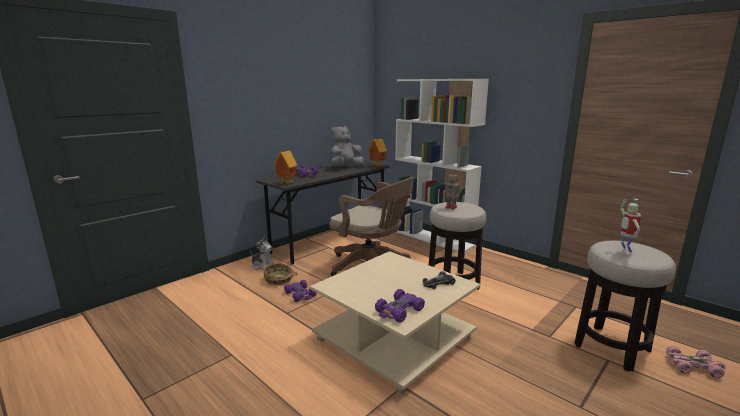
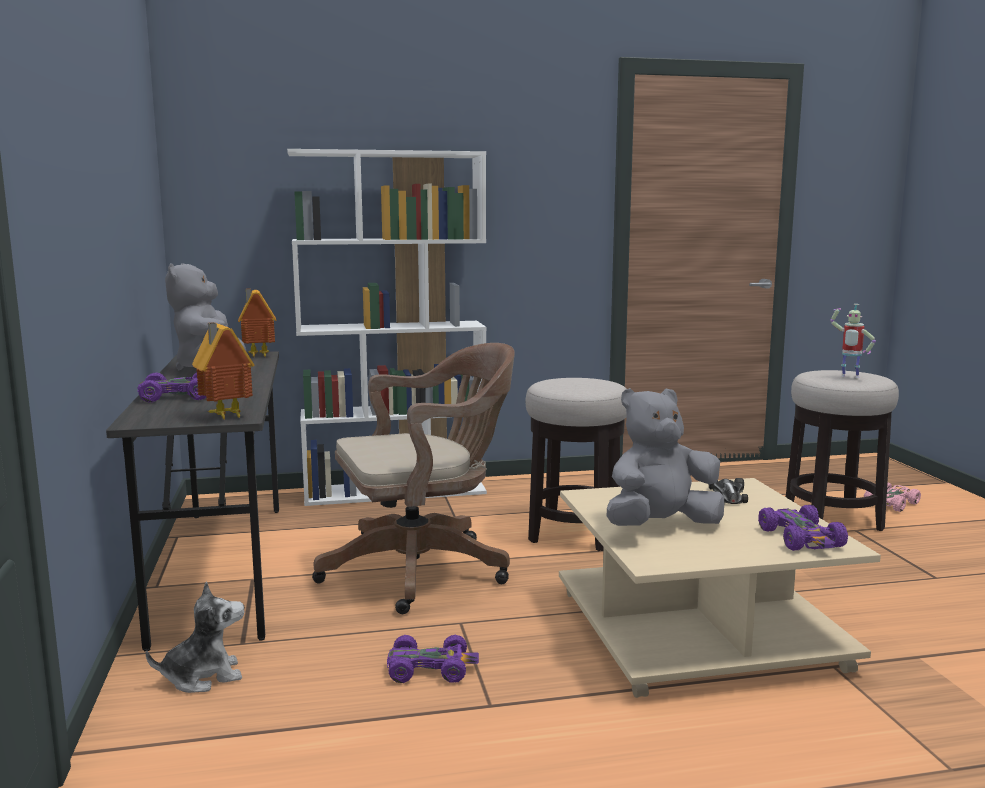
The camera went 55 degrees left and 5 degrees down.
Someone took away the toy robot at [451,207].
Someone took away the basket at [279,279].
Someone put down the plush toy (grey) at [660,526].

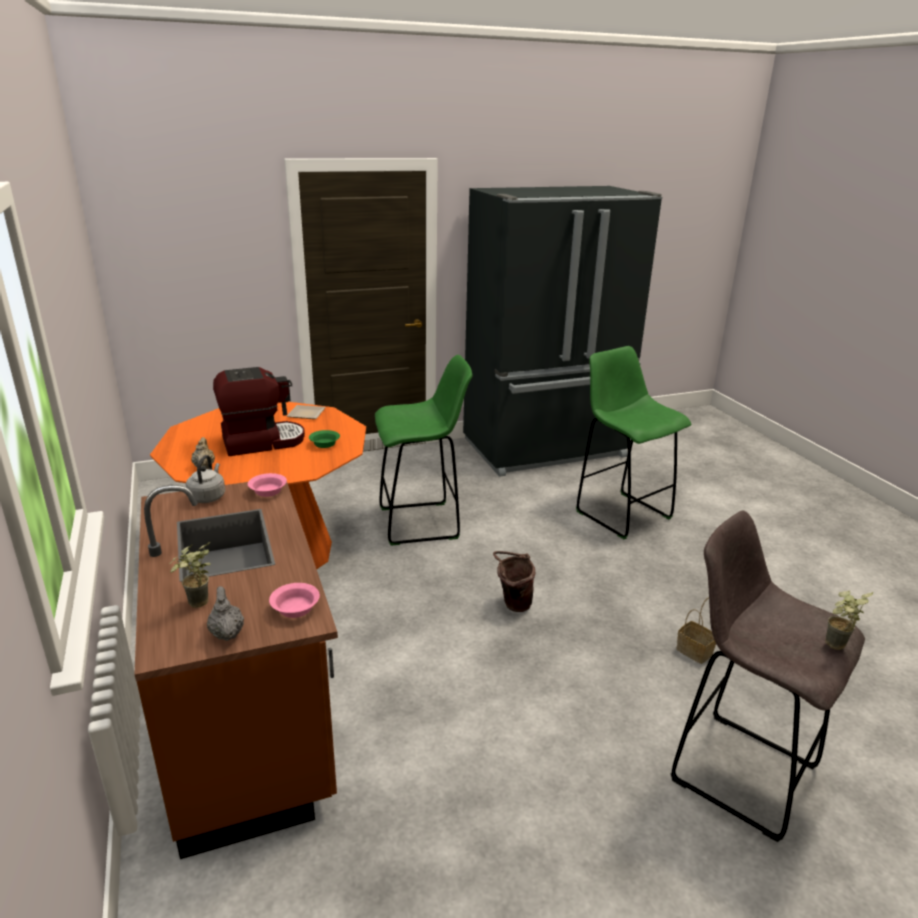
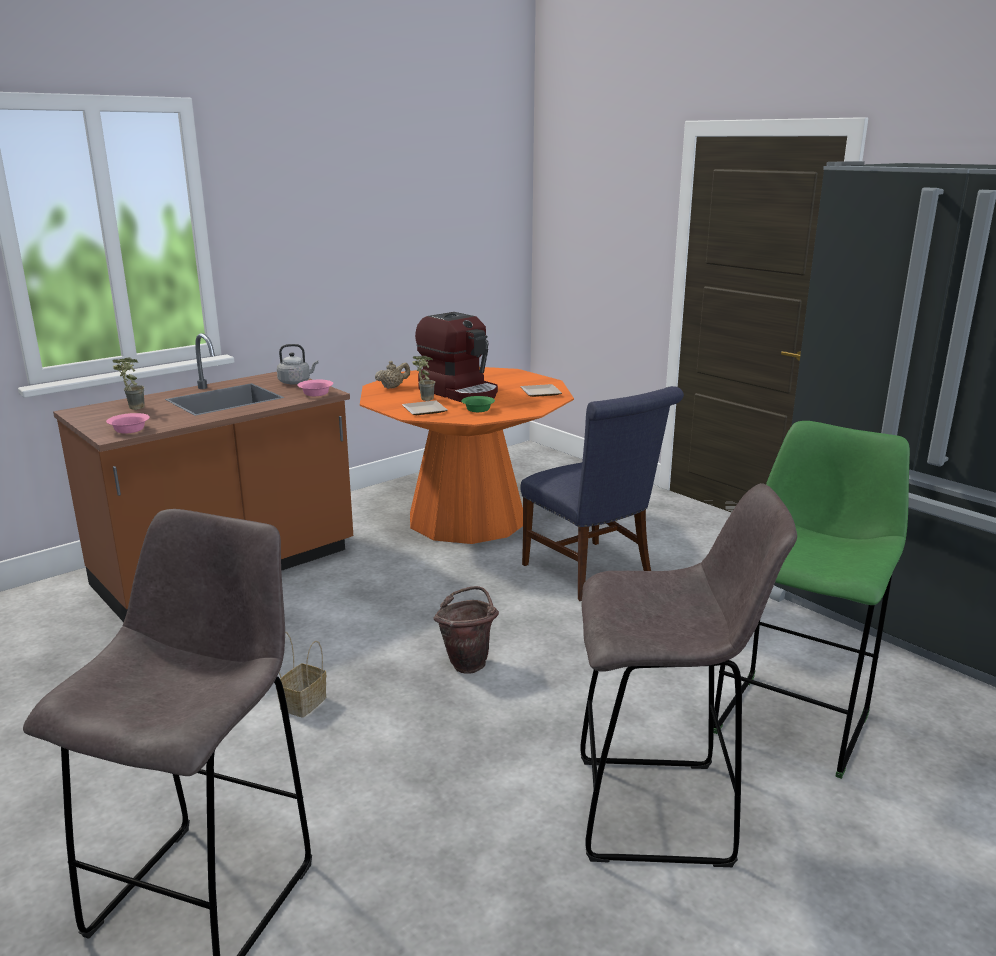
The camera went 70 degrees right and 5 degrees down.
Someone swapped the stool (green) at [422,523] for the chair (blue) at [592,573].
Someone took away the teapot (grey) at [227,633].
Someone carried the potted plant from [835,648] to [423,399].
Someone carried the basket from [695,651] to [303,704].
Someone put down the plate at [425,410].
Someone put down the stool (grey) at [659,810].

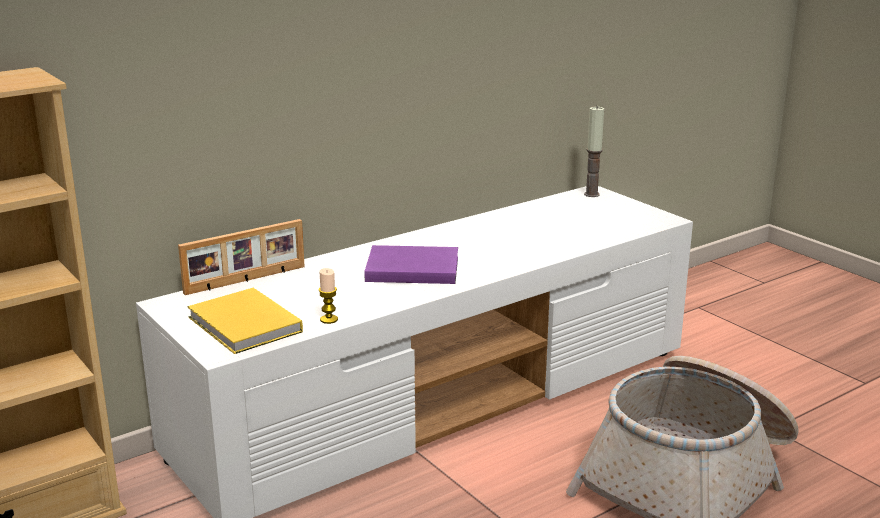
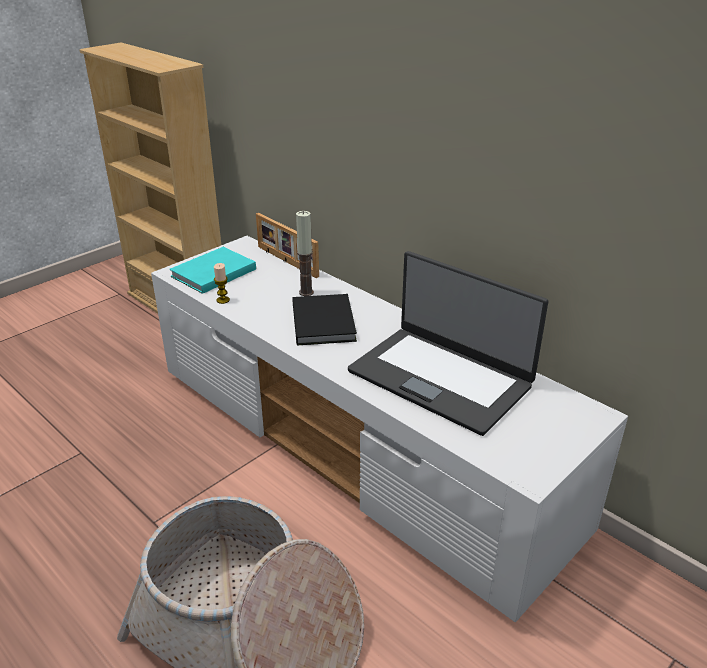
The camera went 80 degrees right and 10 degrees up.
Someone carried the candle from [591,194] to [306,292].
Someone repainted the book (purple) at [410,268], which became the book (black) at [324,321].
Someone repainted the book (yellow) at [244,326], which became the book (turquoise) at [211,273].
Someone put down the laptop at [441,377].

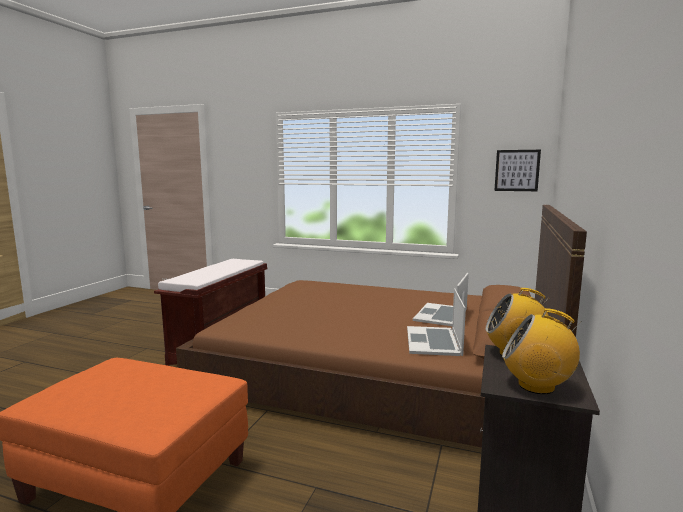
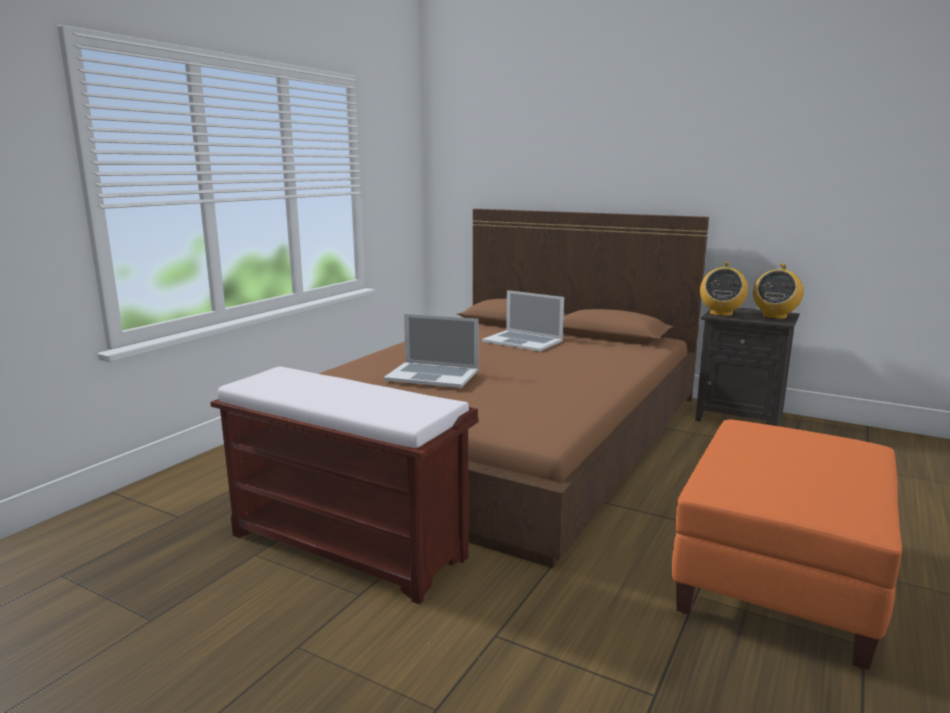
The camera went 80 degrees left and 5 degrees up.
Someone took away the picture at [517,170].
Someone carried the laptop from [433,341] to [432,375].

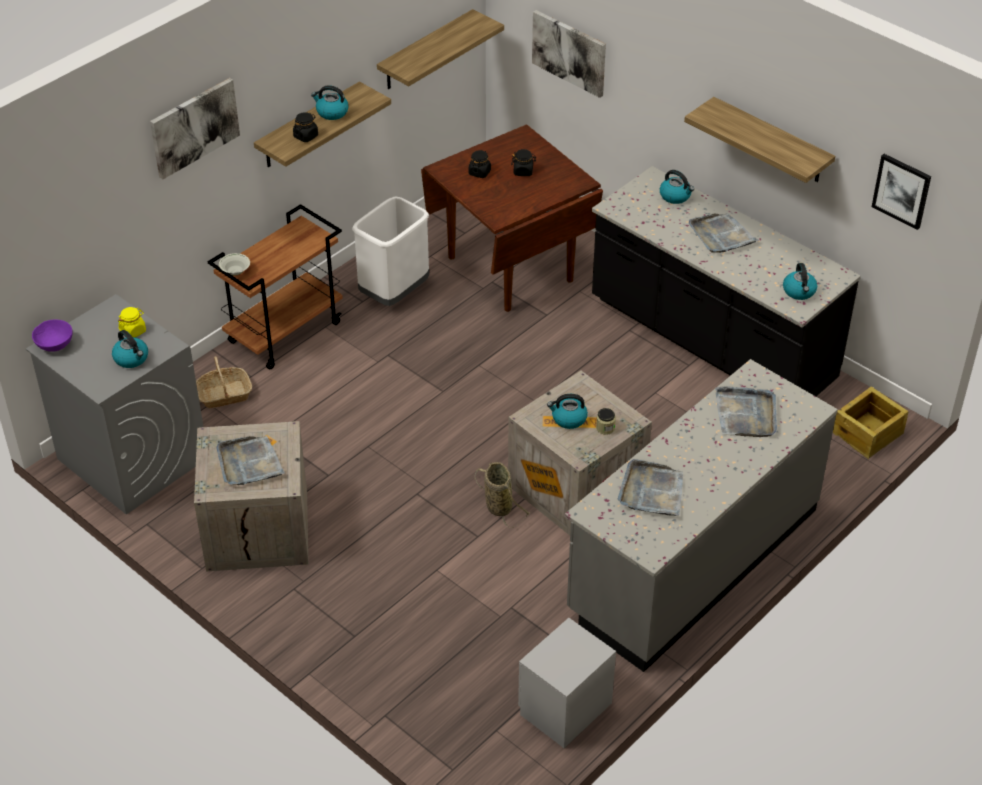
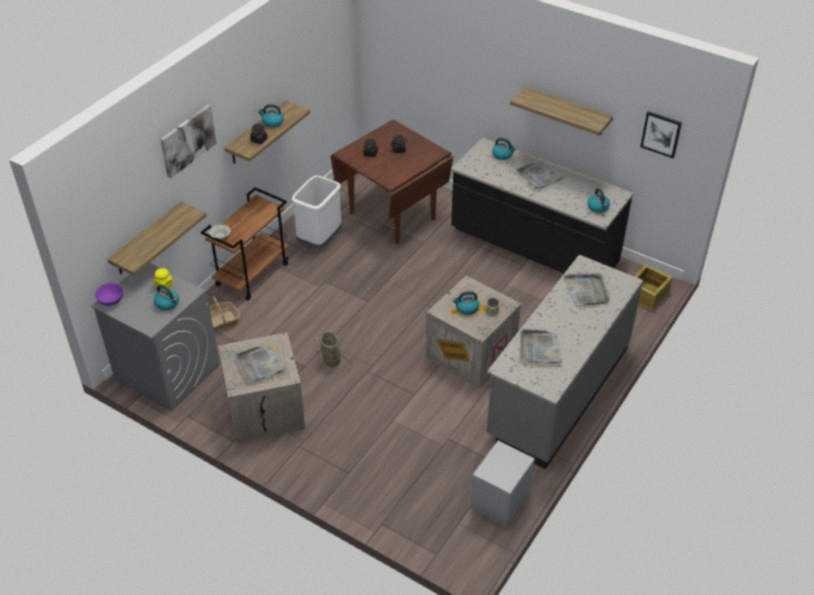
The camera went 10 degrees left and 0 degrees up.
Someone carried the shelf from [426,51] to [147,239].
Someone took away the picture at [569,52].
Someone carried the basket from [497,505] to [330,360].

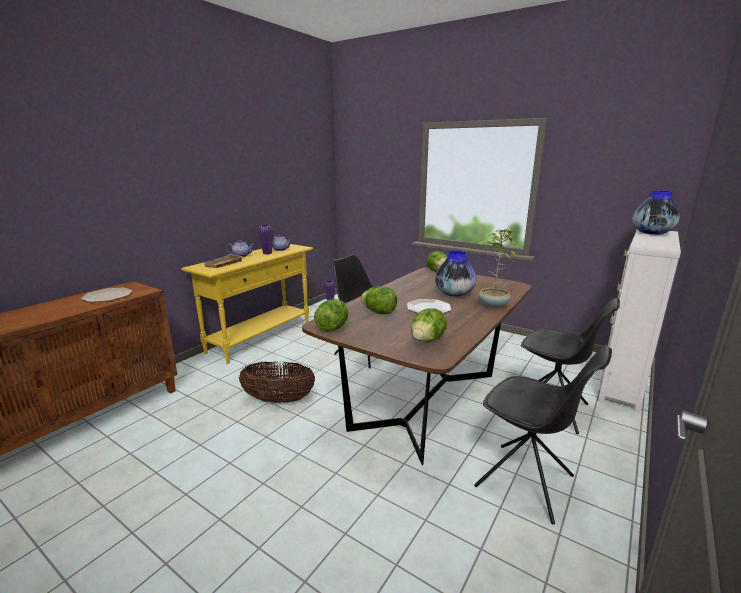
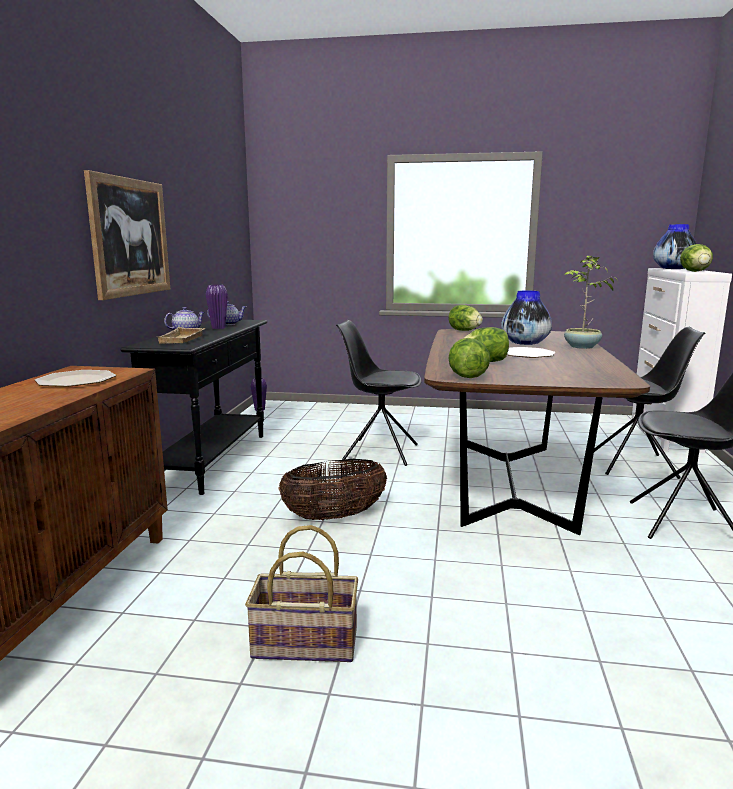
The camera went 25 degrees left and 5 degrees down.
Someone repainted the console table (yellow) at [261,338], which became the console table (black) at [212,460].
Someone carried the lettuce from [427,340] to [695,271].
Someone put up the picture at [130,237].
Someone put down the basket at [304,644].

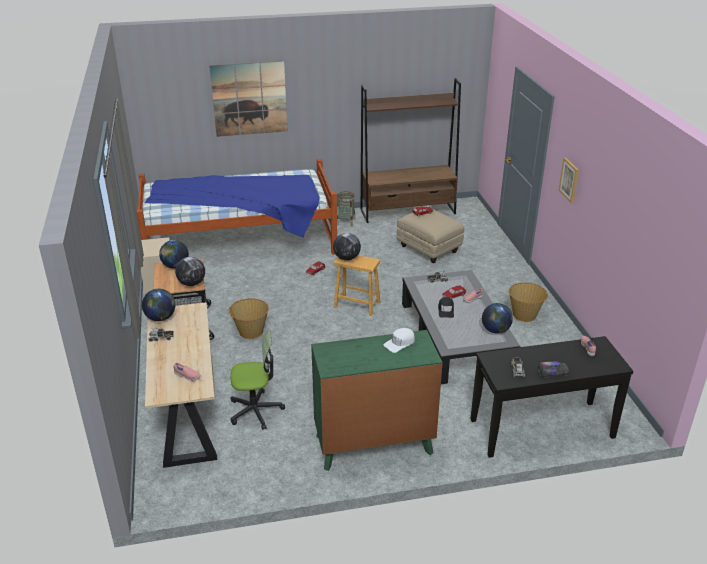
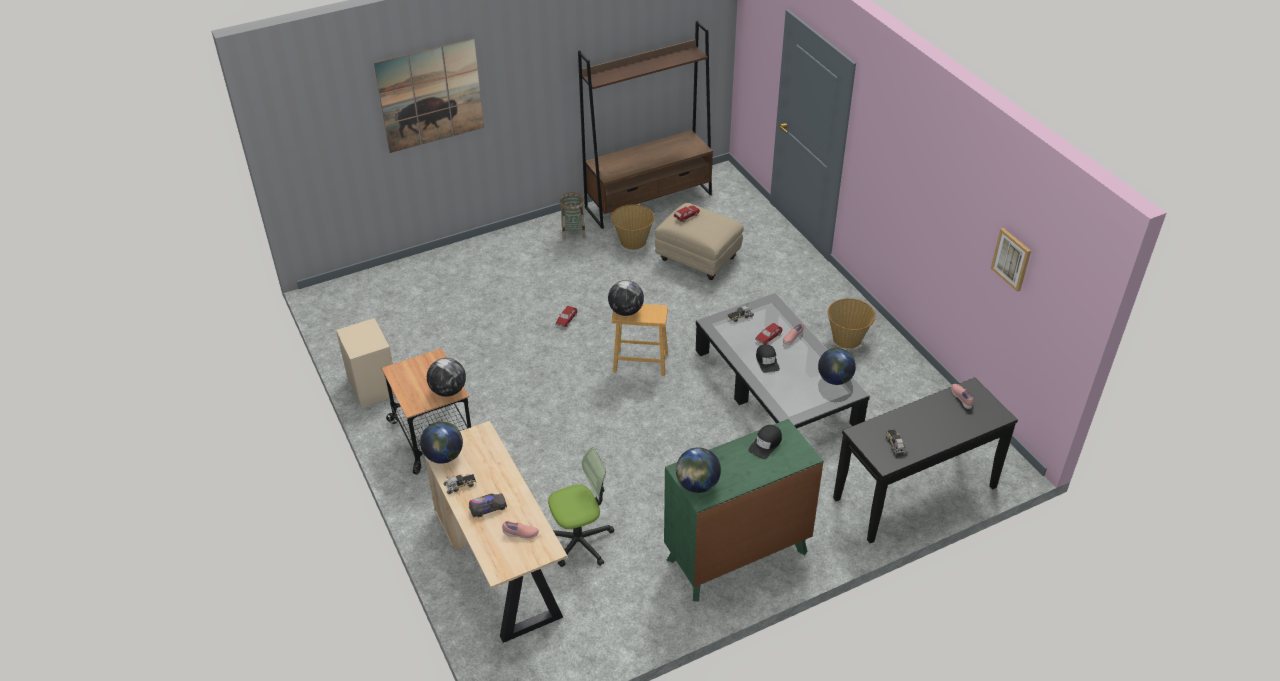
The camera went 15 degrees left and 10 degrees up.
Someone carried the picture from [569,180] to [1011,259].
Someone took away the bed at [240,243].
Someone carried the globe from [175,266] to [697,484].
Someone carried the basket from [250,332] to [632,241].
Someone repainted the cap (white) at [400,343], which became the cap (black) at [766,444].
Someone carried the toy truck from [552,373] to [488,508].

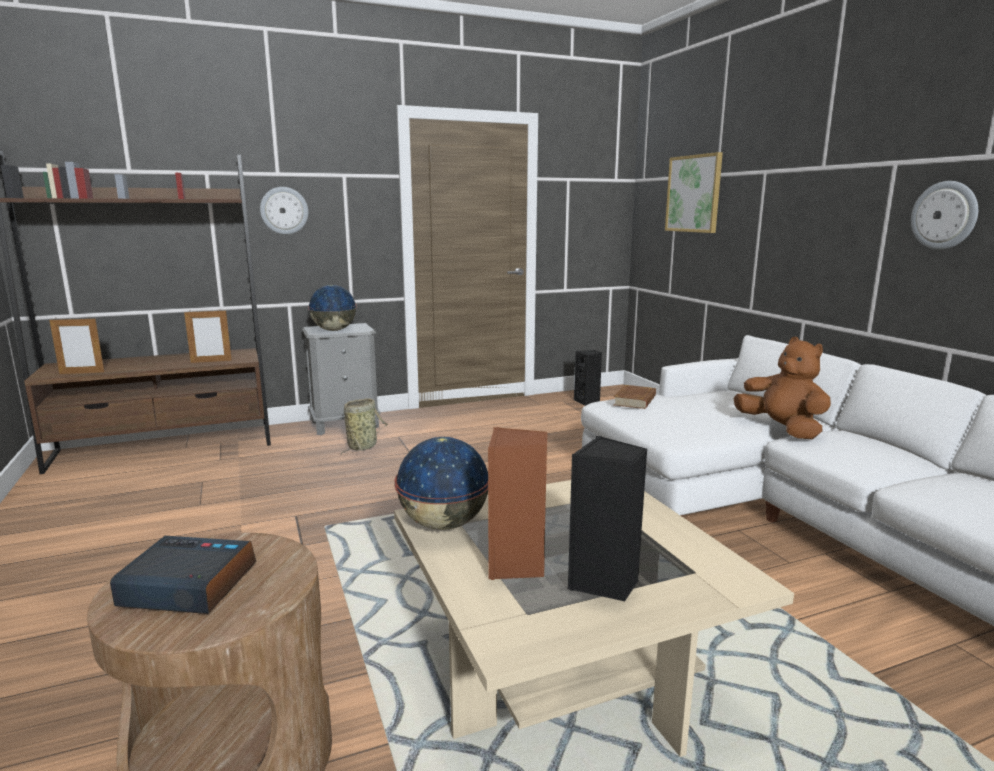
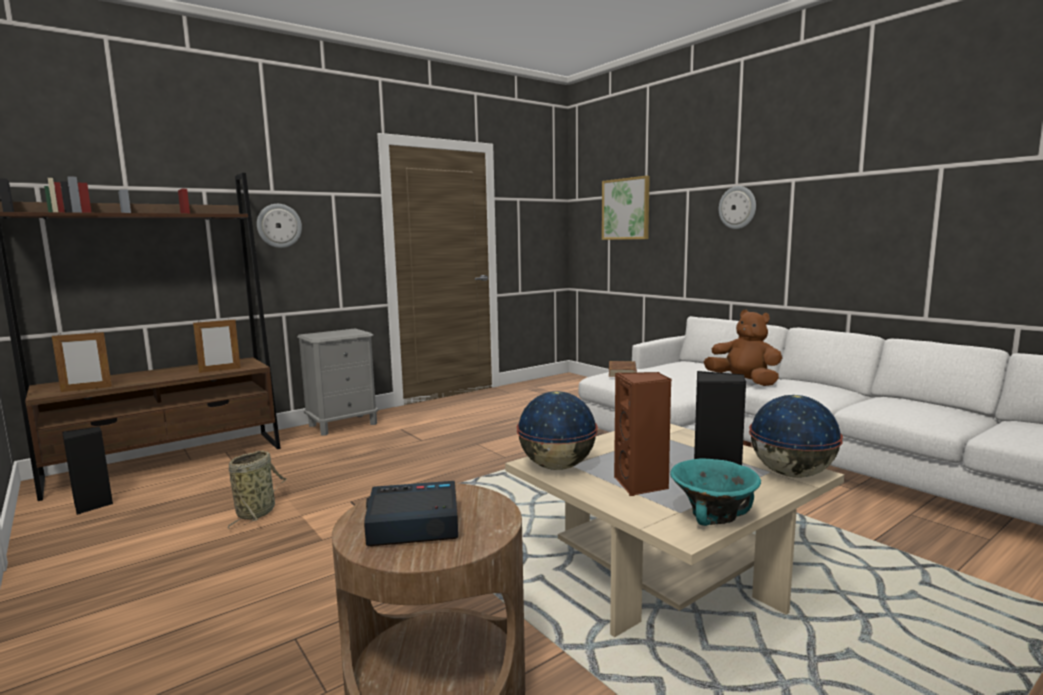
The camera went 15 degrees left and 5 degrees down.
Someone carried the wall clock from [944,215] to [737,207].
Someone carried the globe from [334,330] to [791,474].
Someone carried the speaker (black) from [587,402] to [93,505].
Someone carried the basket from [363,446] to [257,512].
Someone put down the bowl (turquoise) at [712,517].

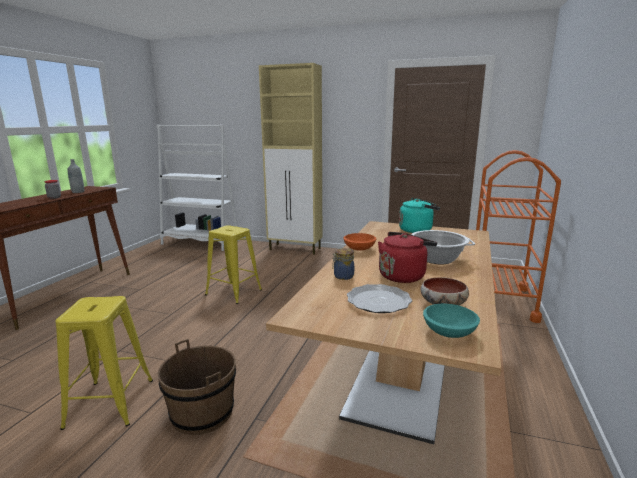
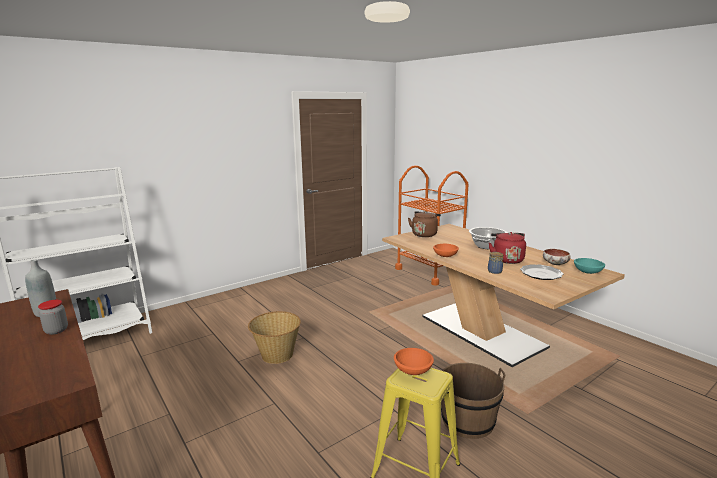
The camera went 55 degrees left and 0 degrees up.
Someone took away the cabinet (beige) at [295,249].
Someone repainted the kettle (turquoise) at [417,230], which became the kettle (brown) at [424,234].
Someone swapped the stool (yellow) at [234,292] for the basket at [276,355].
Someone put down the bowl (orange) at [412,370].

